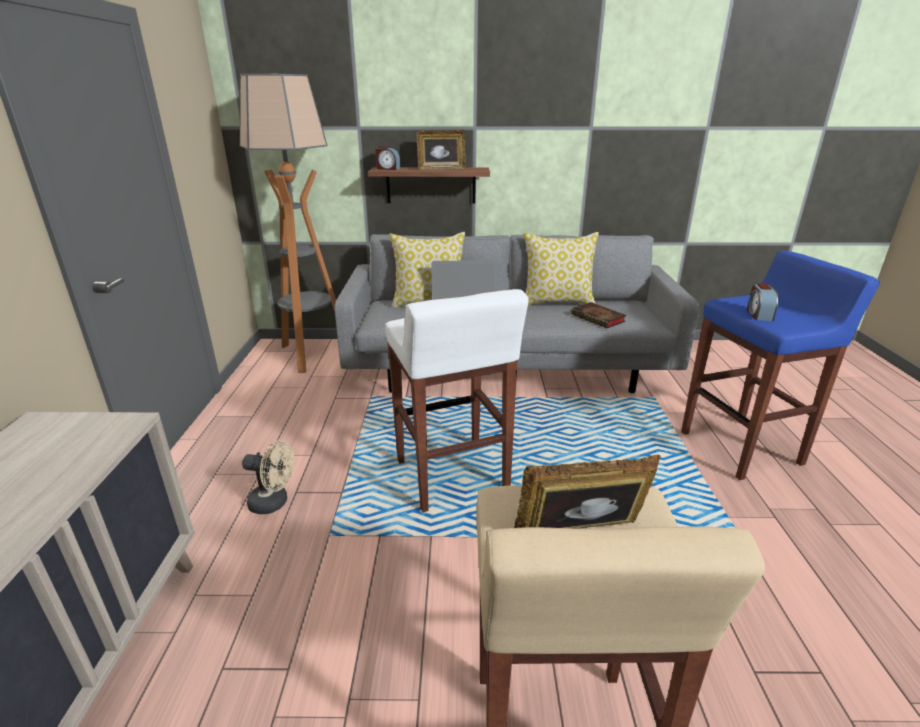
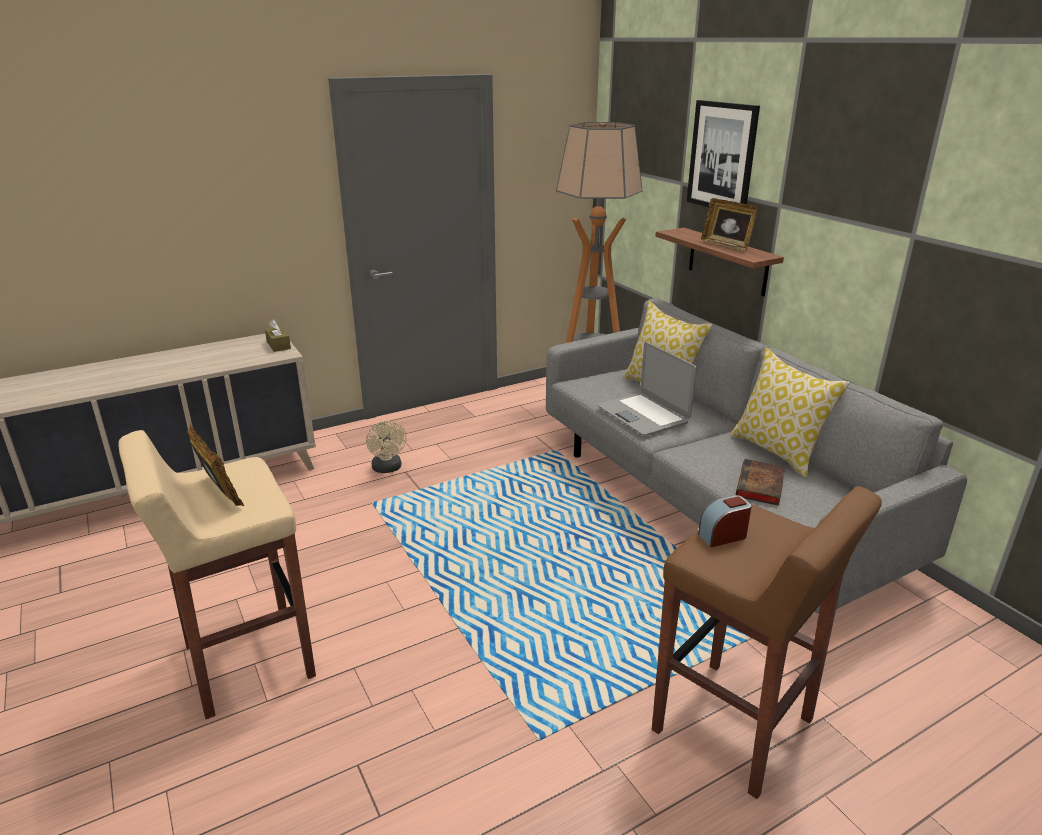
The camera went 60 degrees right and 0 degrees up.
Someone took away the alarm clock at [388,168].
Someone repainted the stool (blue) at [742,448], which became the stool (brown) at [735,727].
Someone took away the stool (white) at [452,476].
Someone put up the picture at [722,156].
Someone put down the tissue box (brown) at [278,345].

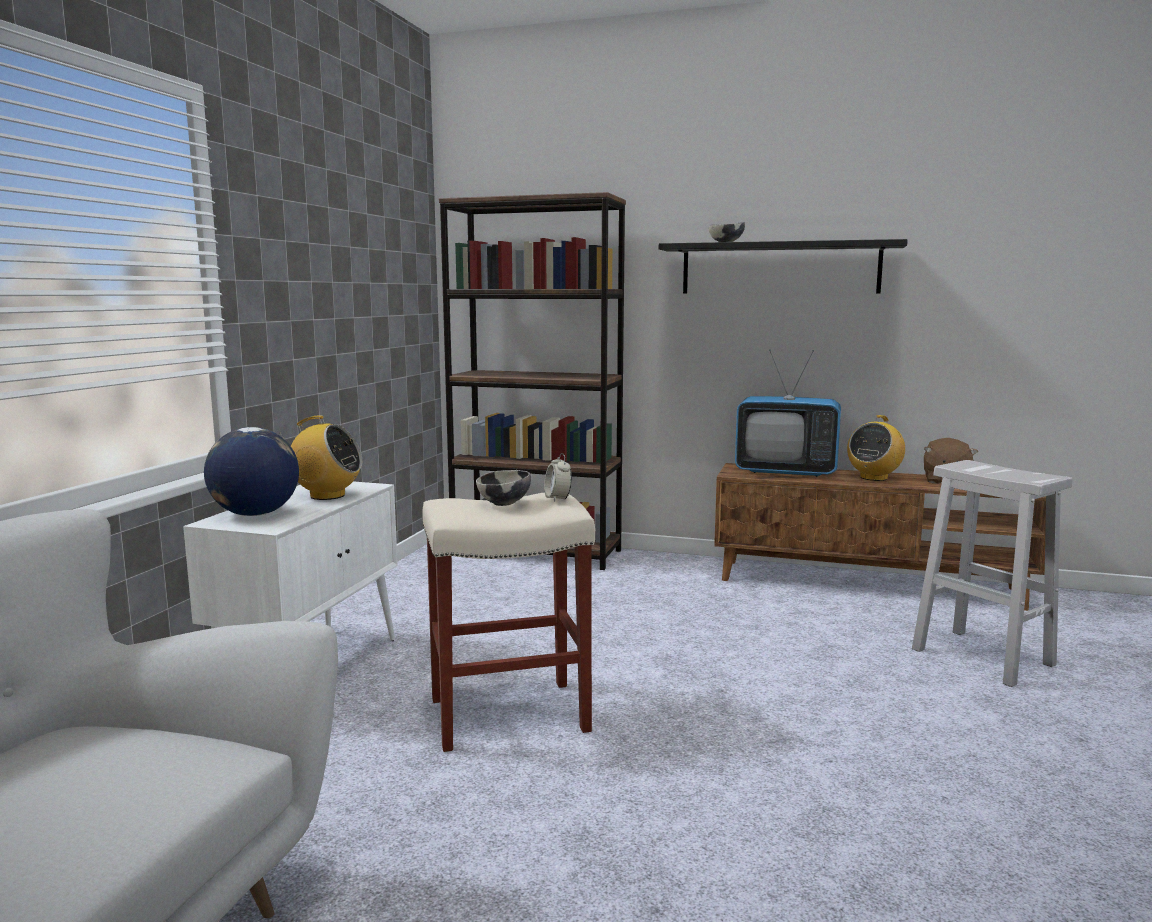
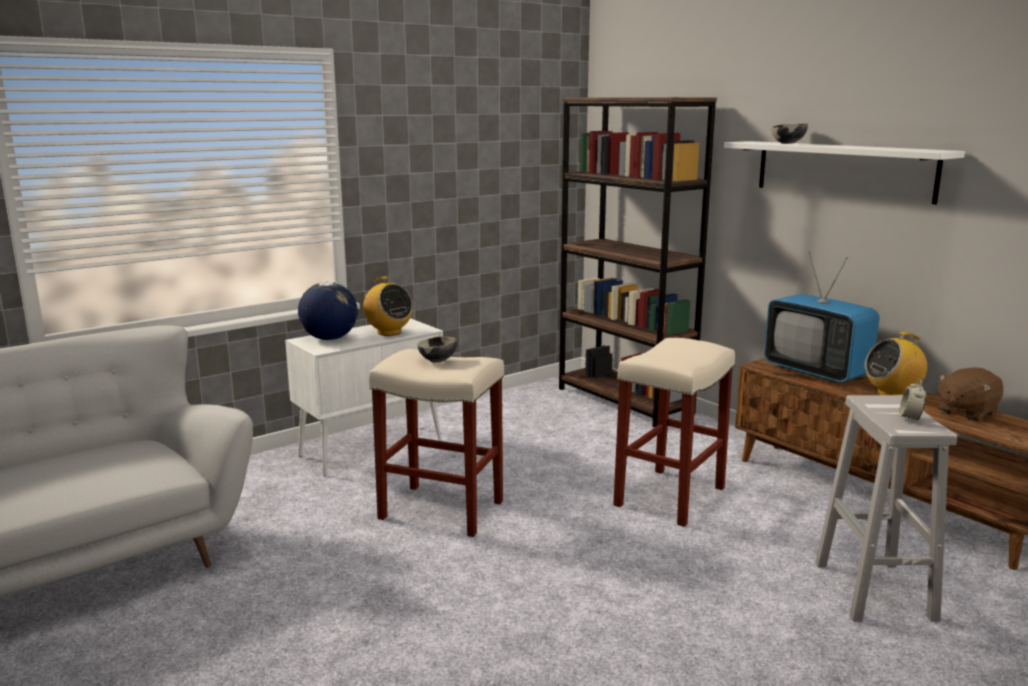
The camera went 35 degrees right and 5 degrees up.
Someone repainted the shelf (black) at [779,268], which became the shelf (white) at [843,170].
Someone carried the alarm clock from [557,499] to [910,418].
Someone put down the stool (beige) at [670,497].

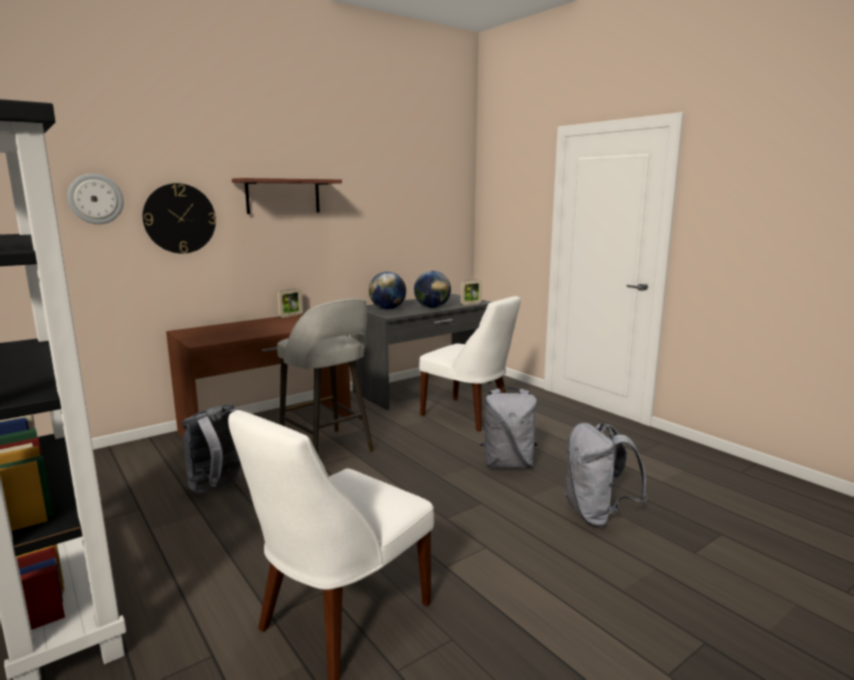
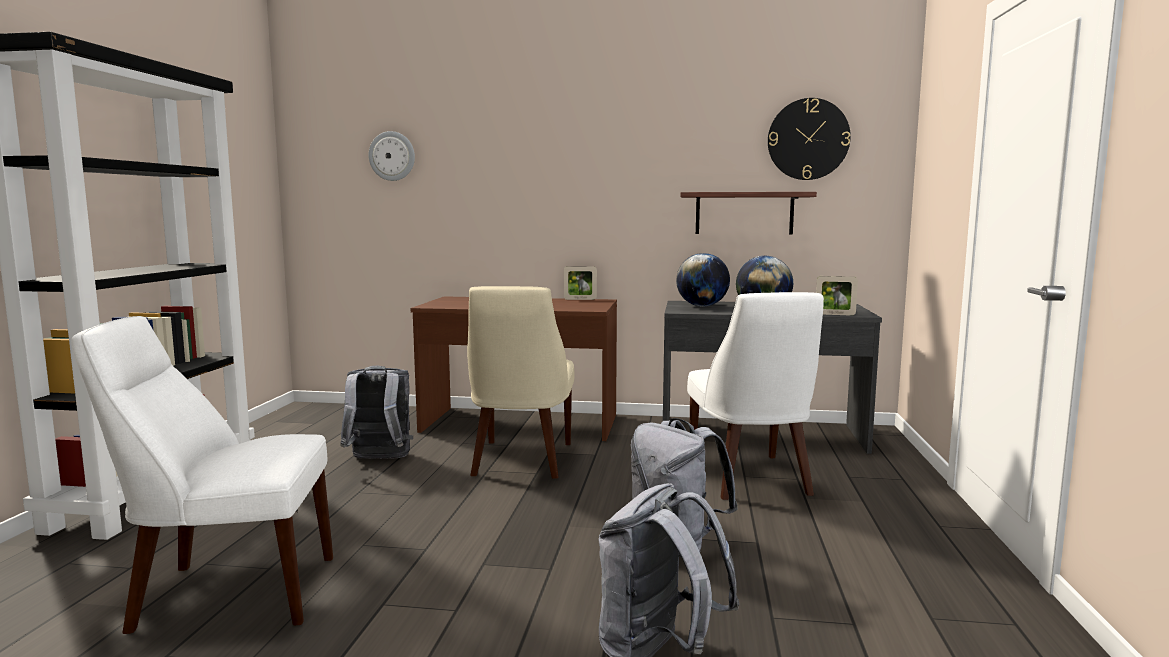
The camera went 45 degrees right and 5 degrees down.
Someone carried the shelf from [283,196] to [744,213].
Someone carried the wall clock from [179,218] to [808,139].
Someone swapped the stool (grey) at [327,450] for the chair (beige) at [521,461].

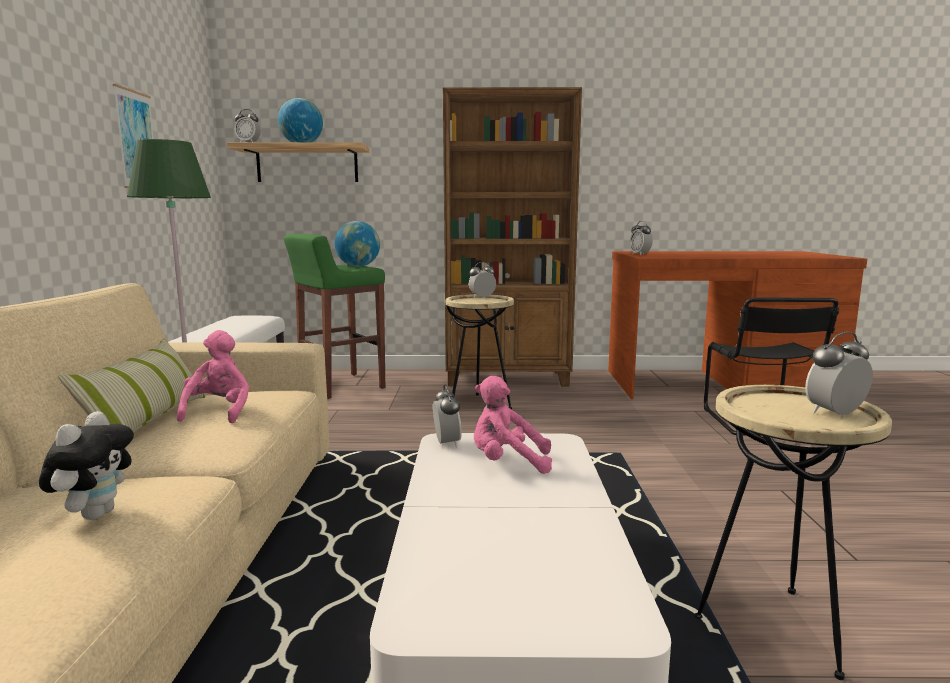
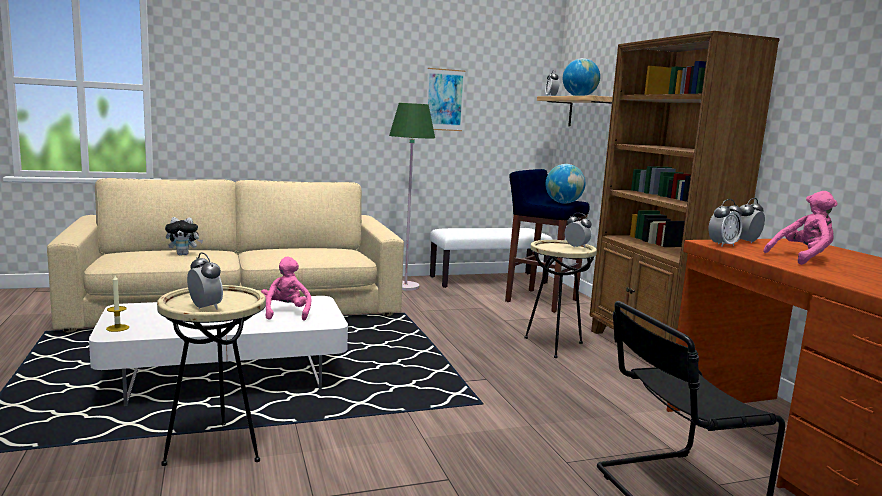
The camera went 70 degrees right and 0 degrees up.
Someone repainted the stool (green) at [340,386], which became the stool (blue) at [540,300].
Someone carried the plush toy (pink) from [218,412] to [802,258].
Someone took away the pillow at [148,421].
Someone carried the alarm clock from [447,443] to [722,245].
Someone put down the candle at [117,328].

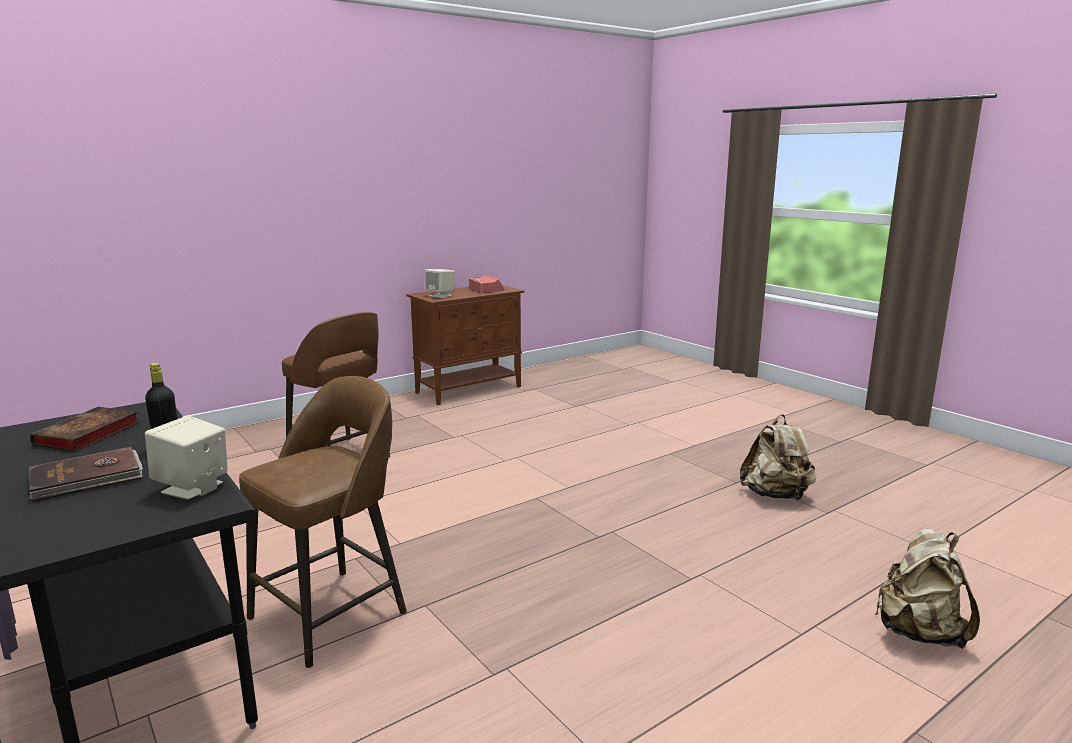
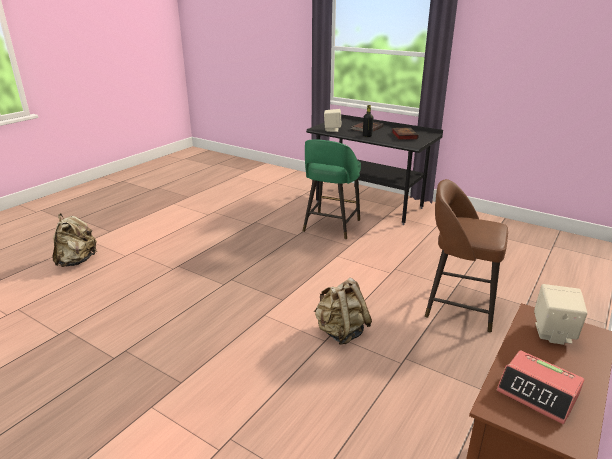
The camera went 160 degrees right and 10 degrees up.
Someone repainted the stool (brown) at [332,613], which became the stool (green) at [331,226].
Someone carried the backpack (beige) from [776,495] to [341,332].

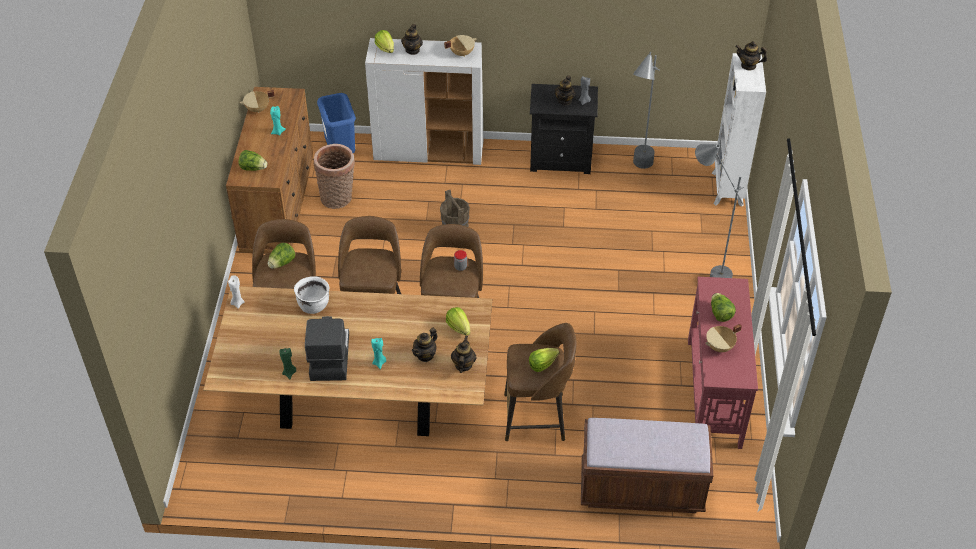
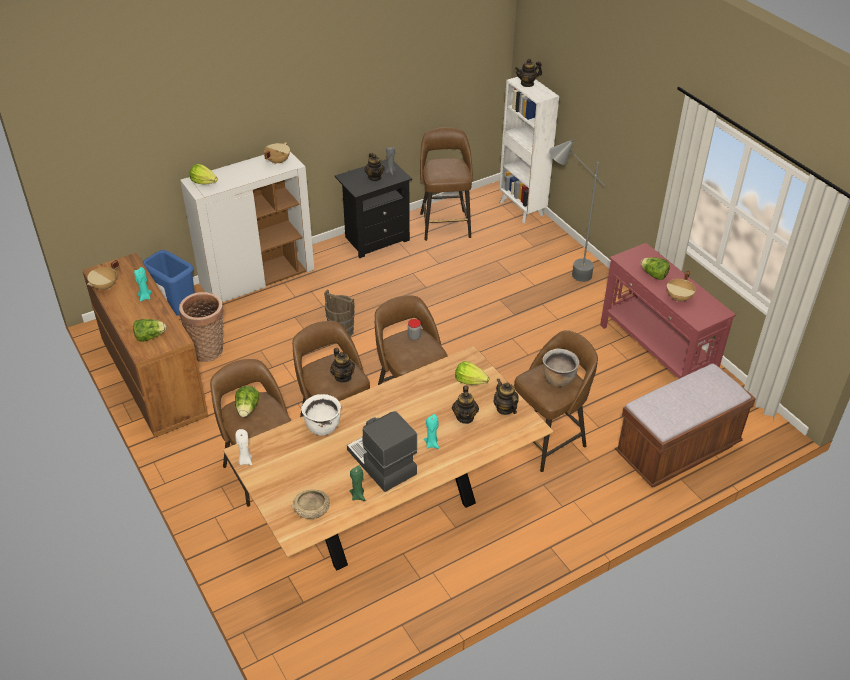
The camera went 35 degrees left and 5 degrees down.
Someone carried the teapot from [412,50] to [343,377].
Someone swapped the floor lamp (grey) at [638,172] for the stool (brown) at [445,224].
Someone swapped the lettuce at [542,364] for the cooking pot (brown) at [558,379].
Someone put down the bowl (beige) at [312,510].

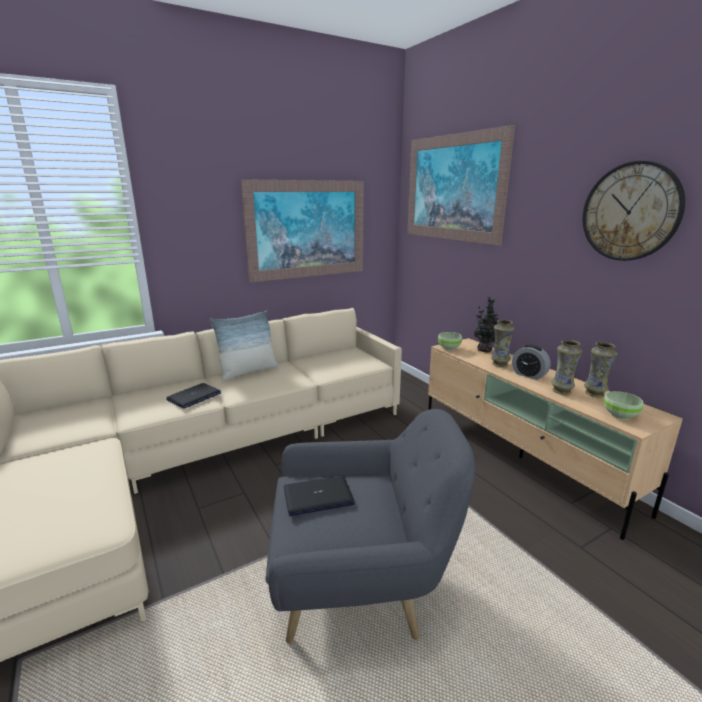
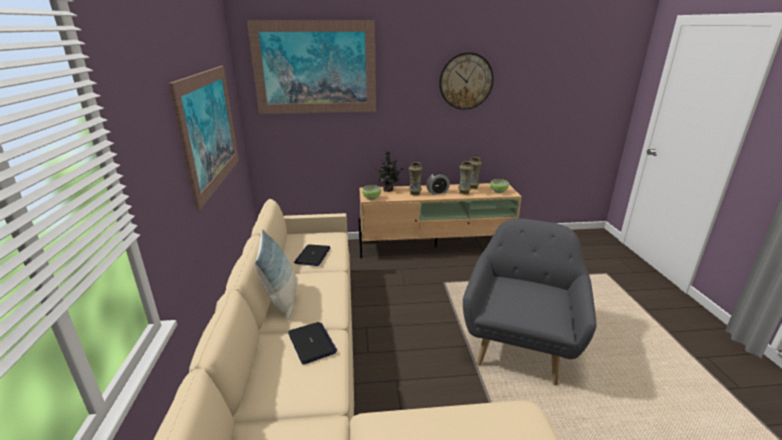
The camera went 65 degrees left and 5 degrees up.
Someone carried the laptop from [318,496] to [313,256].

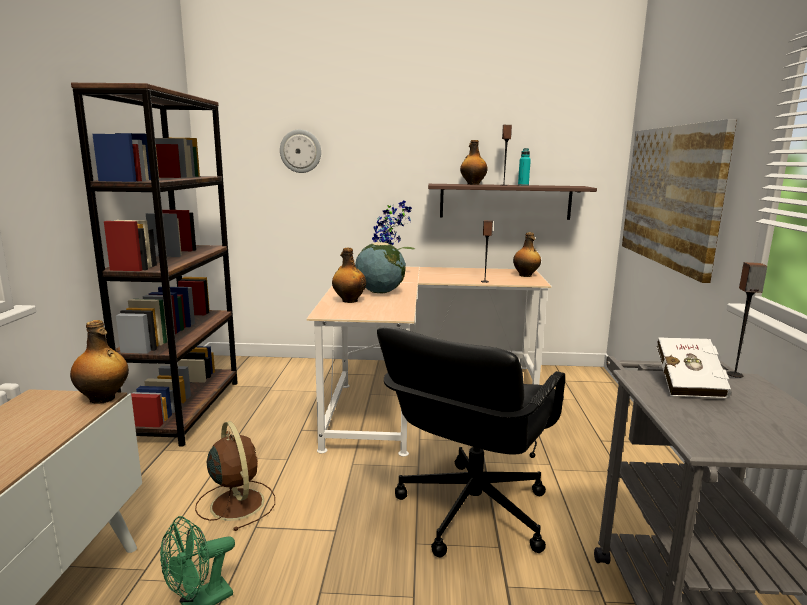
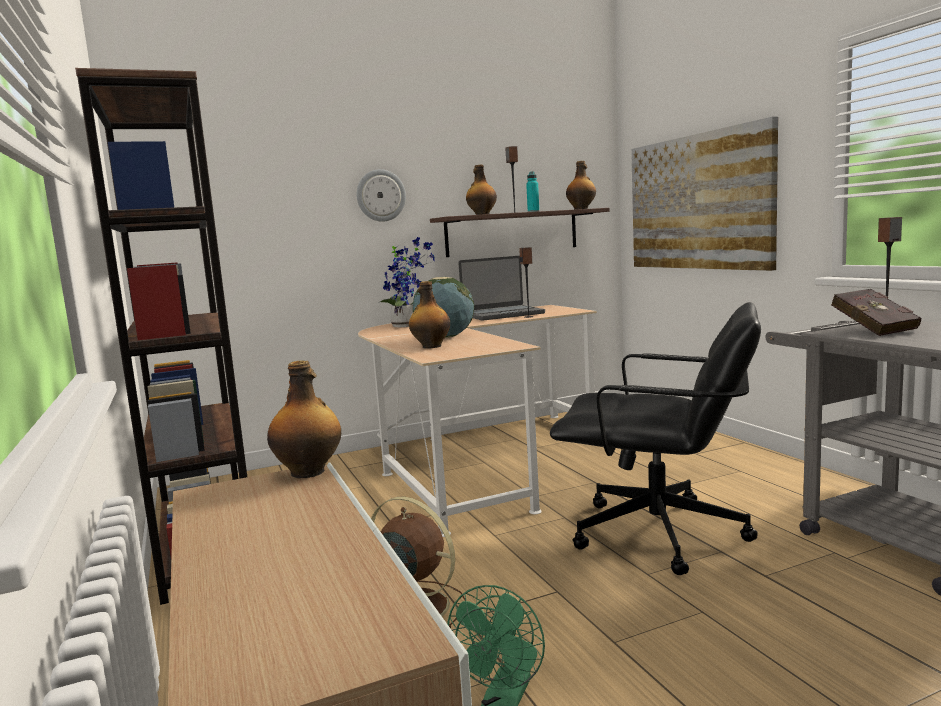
The camera went 25 degrees left and 5 degrees down.
Someone carried the wall clock from [300,151] to [381,195].
Someone carried the bottle from [525,275] to [581,209].
Someone rotated the office chair (black) at [471,511] by 75 degrees counterclockwise.
Someone repainted the book (white) at [688,385], which became the book (red) at [872,329].
Someone put down the laptop at [502,314].

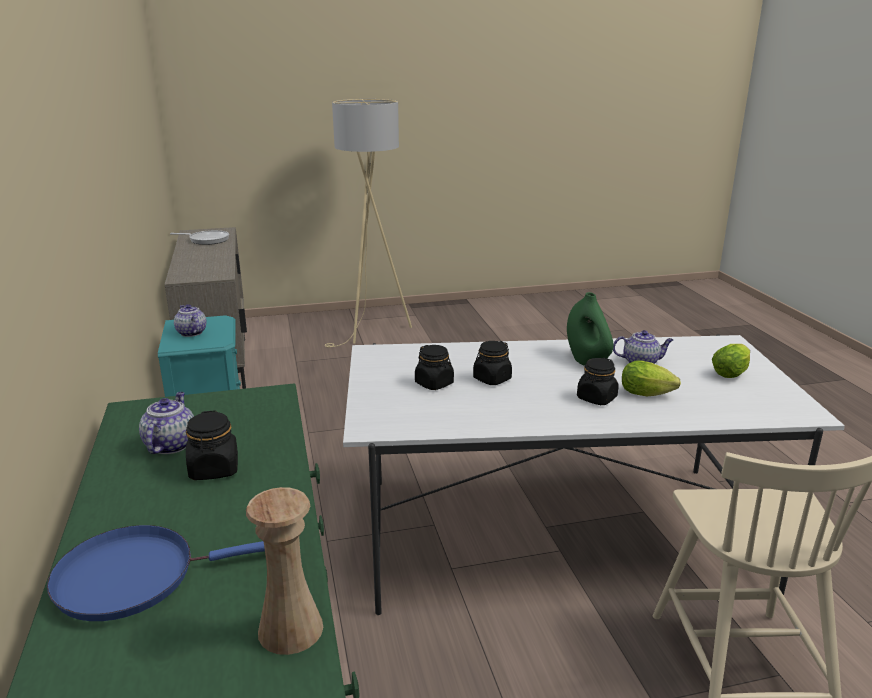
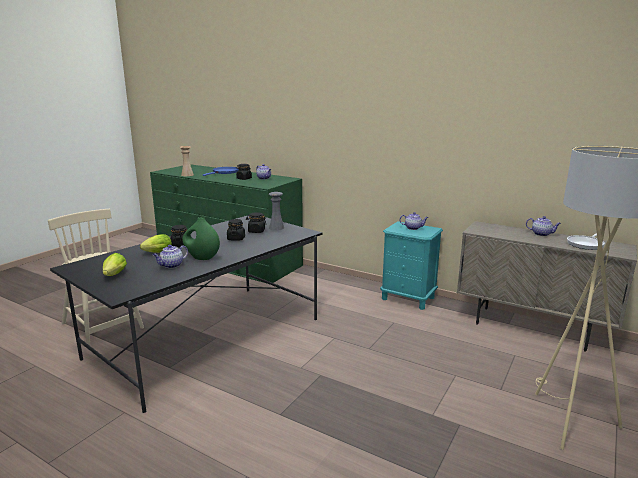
The camera went 135 degrees right and 5 degrees down.
Someone repainted the dining table (white) at [558,533], which became the dining table (black) at [207,338].
Someone put down the vase (grey) at [276,228].
Someone put down the teapot at [541,234].

